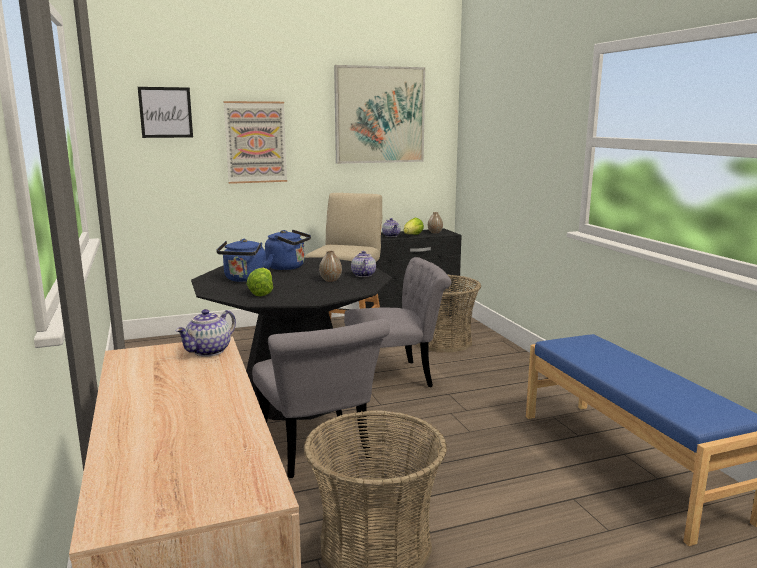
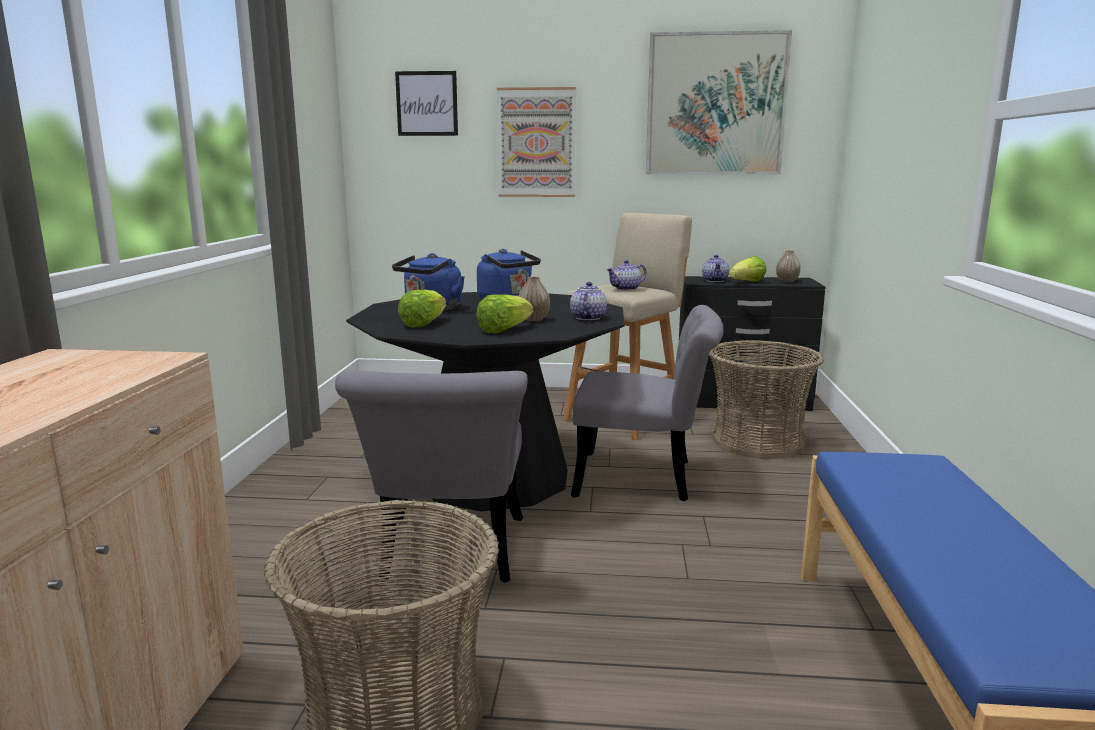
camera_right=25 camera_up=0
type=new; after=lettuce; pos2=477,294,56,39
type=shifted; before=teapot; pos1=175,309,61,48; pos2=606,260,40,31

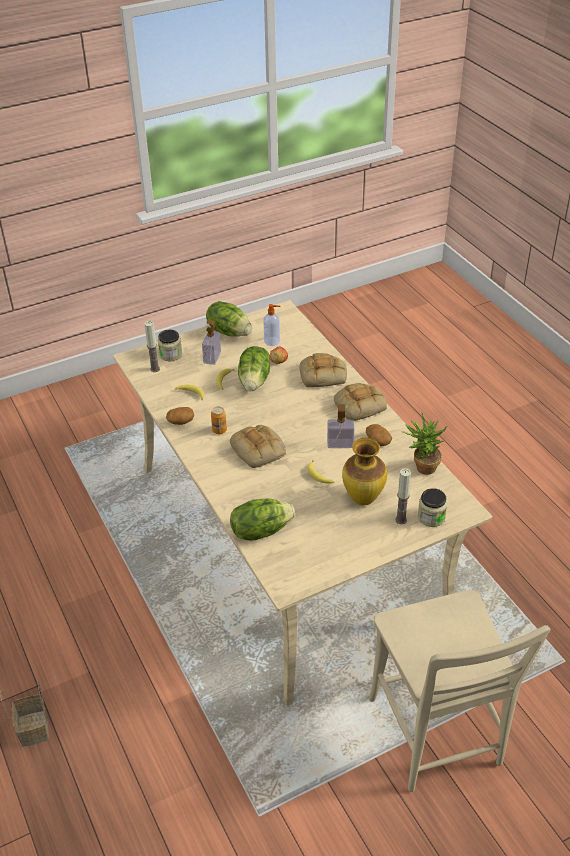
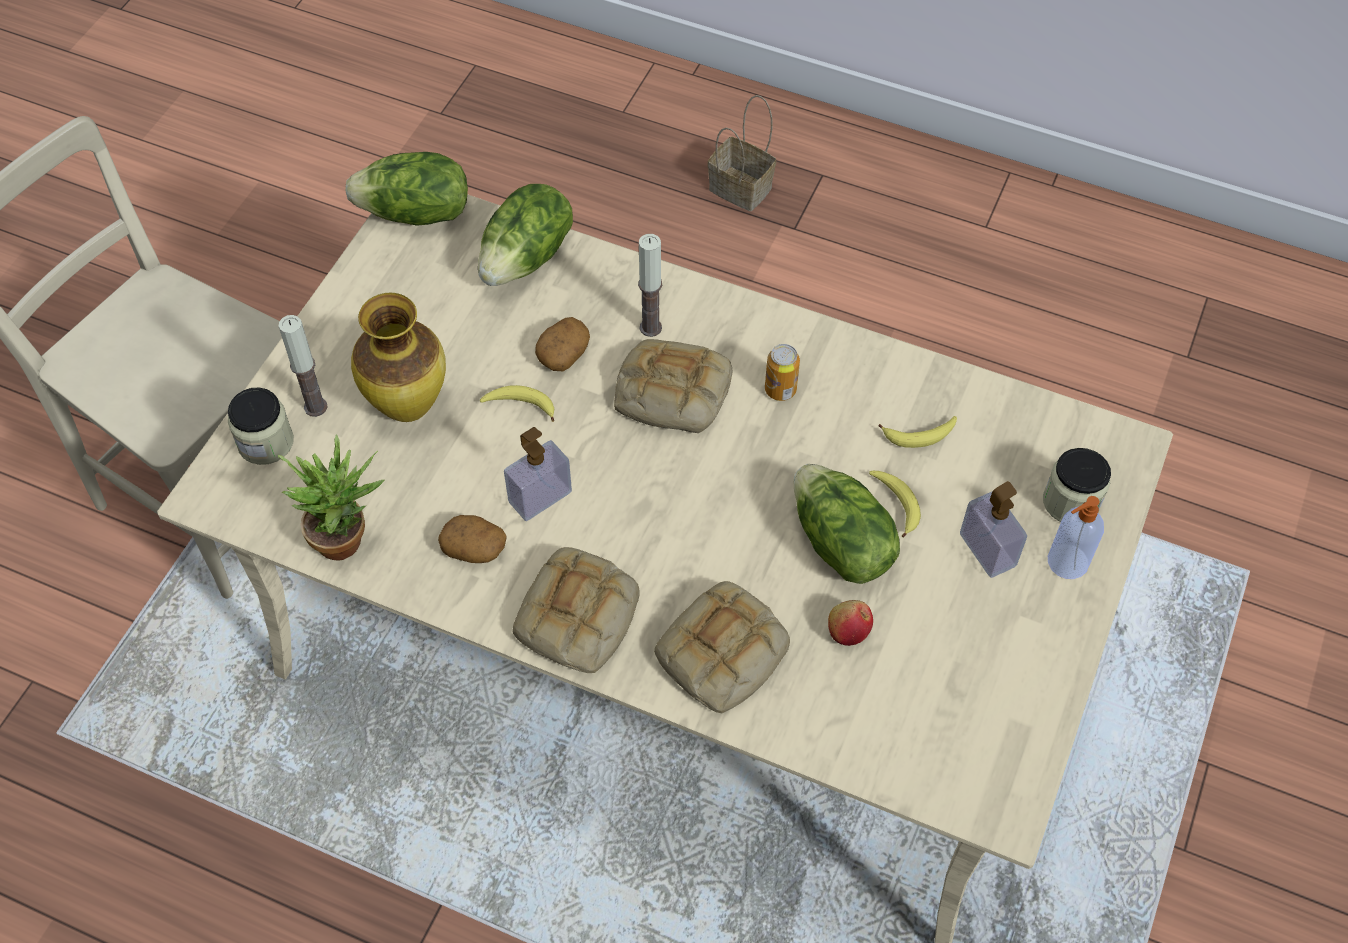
camera_right=140 camera_up=15
type=shifted; before=lettuce; pos1=206,301,46,35; pos2=345,152,123,74
type=shifted; before=potato; pos1=166,407,28,18; pos2=535,317,55,54
type=shifted; before=candle; pos1=144,321,16,51; pos2=638,234,24,103
type=shifted; before=soap dispenser; pos1=263,304,18,42; pos2=1048,496,56,83

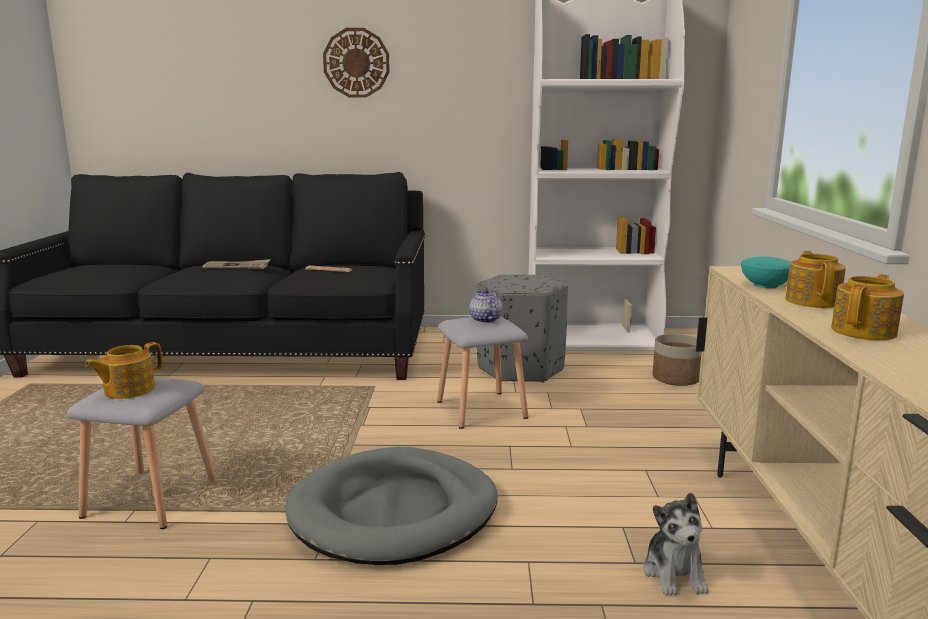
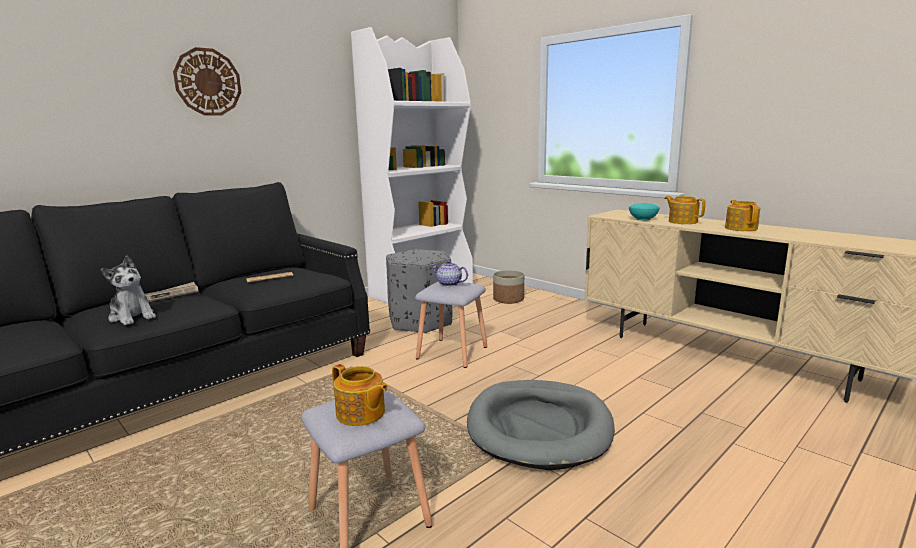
camera_right=-45 camera_up=0
type=shifted; before=plush toy; pos1=643,492,65,104; pos2=101,256,55,69
type=rotated; before=teapot; pos1=85,342,78,57; pos2=332,364,56,62; turn=-45

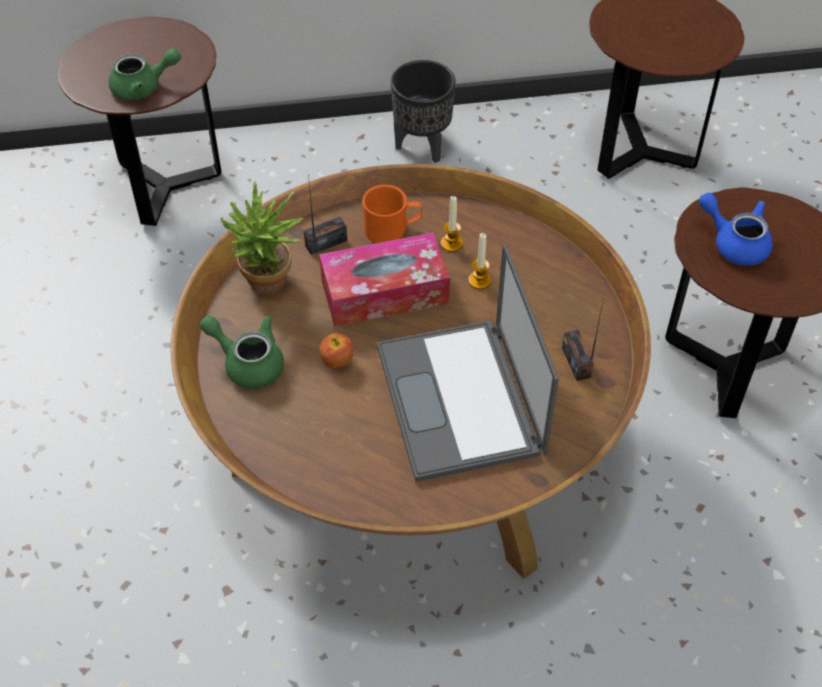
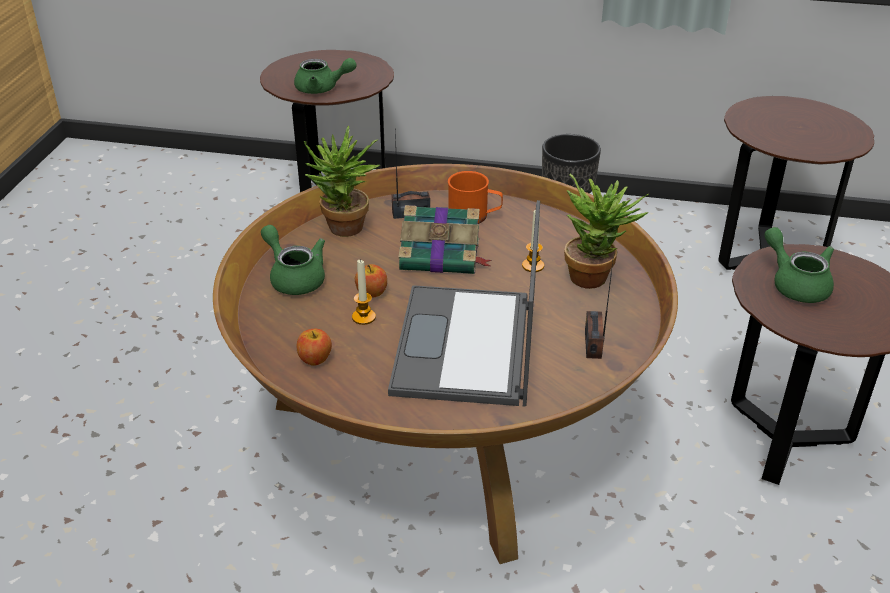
camera_right=20 camera_up=-15
type=new; after=apple; pos2=296,329,36,37
type=shifted; before=candle; pos1=441,196,22,56; pos2=352,259,24,66
type=swapped; before=tissue box; after=book; pos1=319,233,131,94; pos2=399,205,92,69
type=new; after=potted plant; pos2=564,174,85,115
type=repainted; before=teapot (blue); after=teapot (green); pos1=699,193,74,73; pos2=764,227,70,76

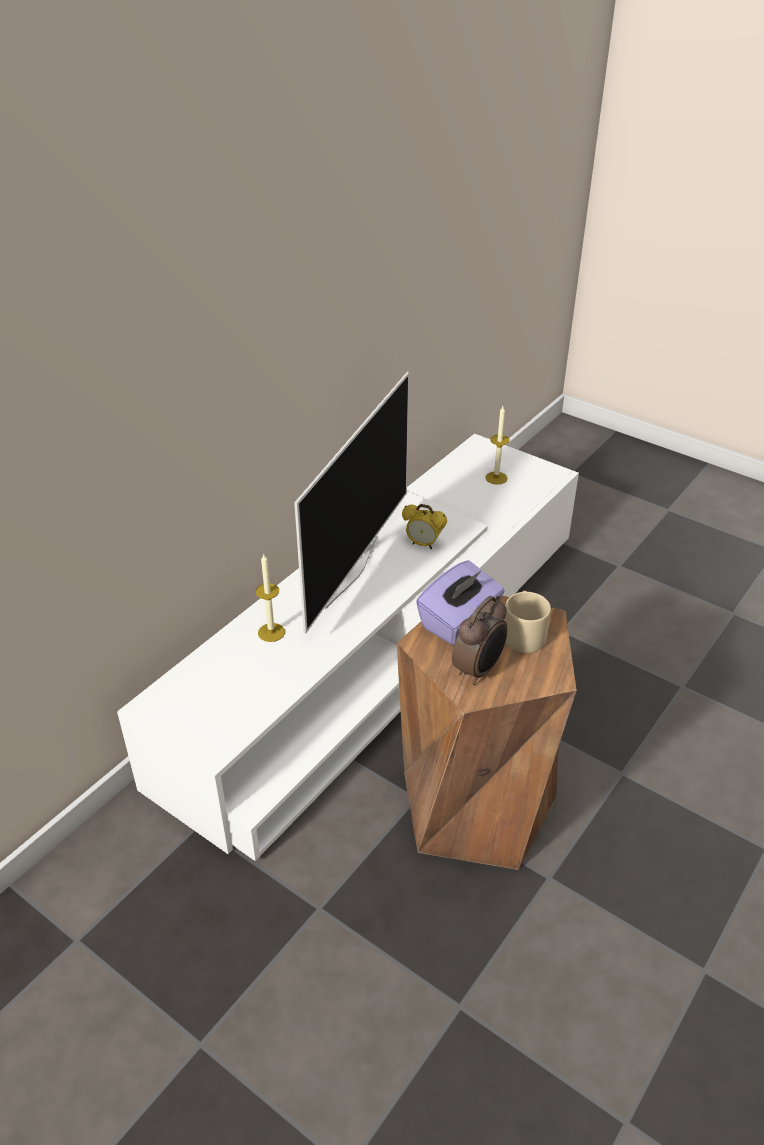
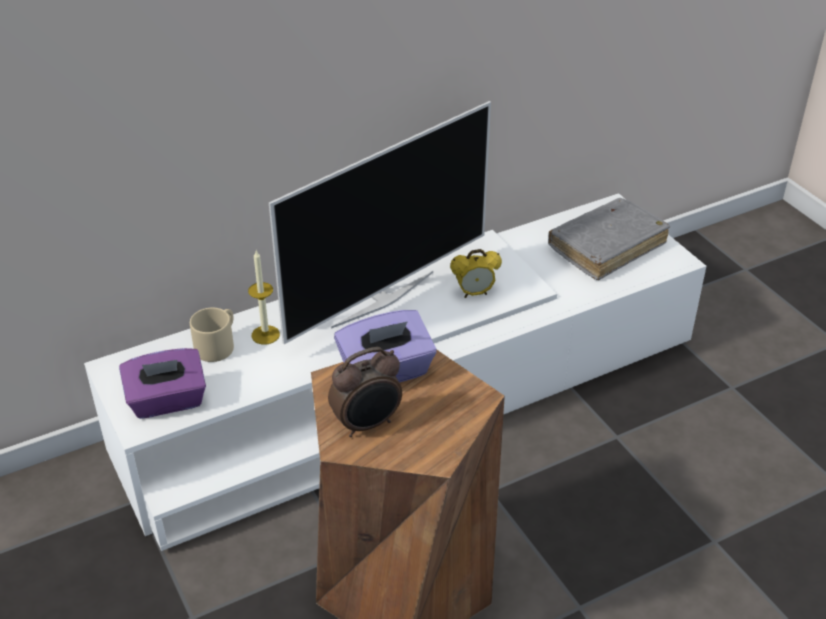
camera_right=25 camera_up=0
type=new; after=tissue box (purple); pos2=119,348,87,71
type=shifted; before=mug (beige); pos1=504,591,47,62; pos2=190,308,44,54
type=rotated; before=alarm clock; pos1=402,504,45,45; pos2=450,249,52,49; turn=-60
type=swapped; before=candle; after=book (grey); pos1=485,406,25,79; pos2=548,198,122,82

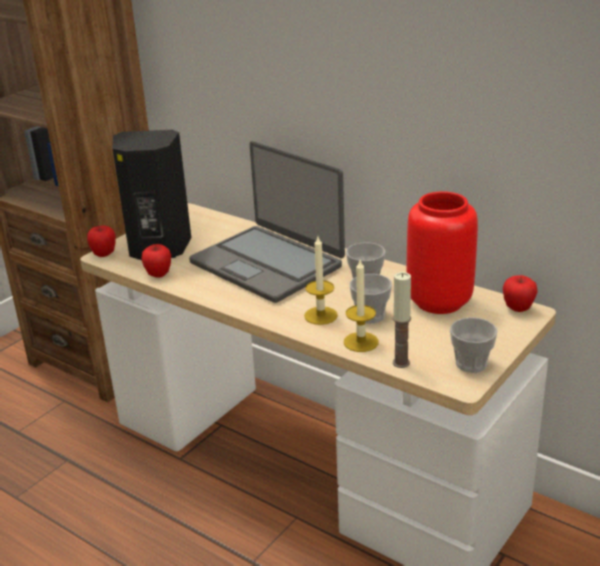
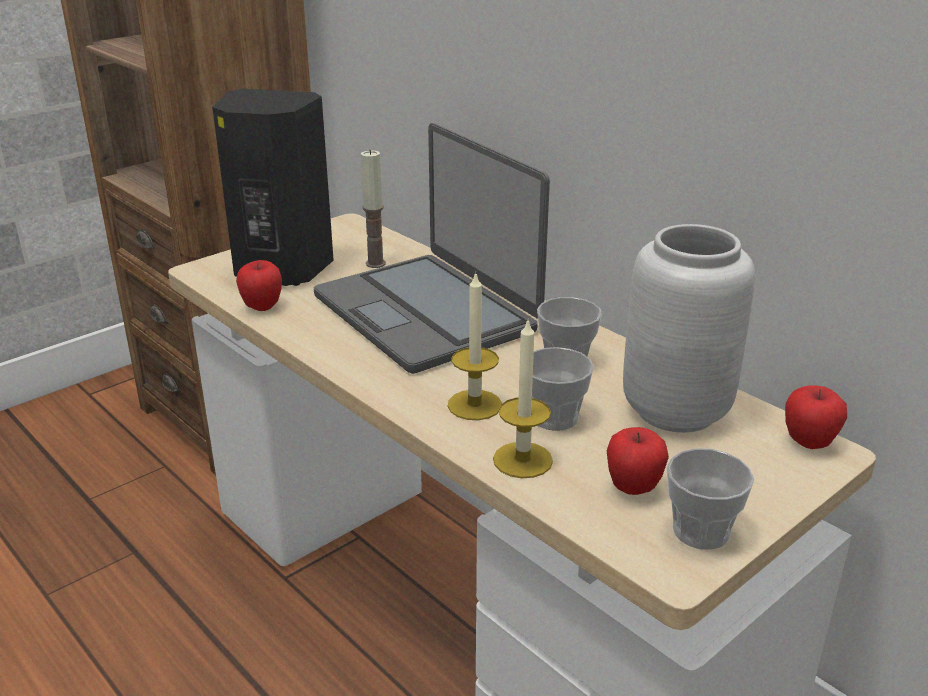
camera_right=10 camera_up=0
type=shifted; before=candle; pos1=393,272,18,96; pos2=361,149,25,119
type=shifted; before=apple; pos1=87,226,29,31; pos2=607,427,62,68
type=repainted; before=vase (red); after=vase (grey); pos1=407,191,71,123; pos2=623,224,132,209

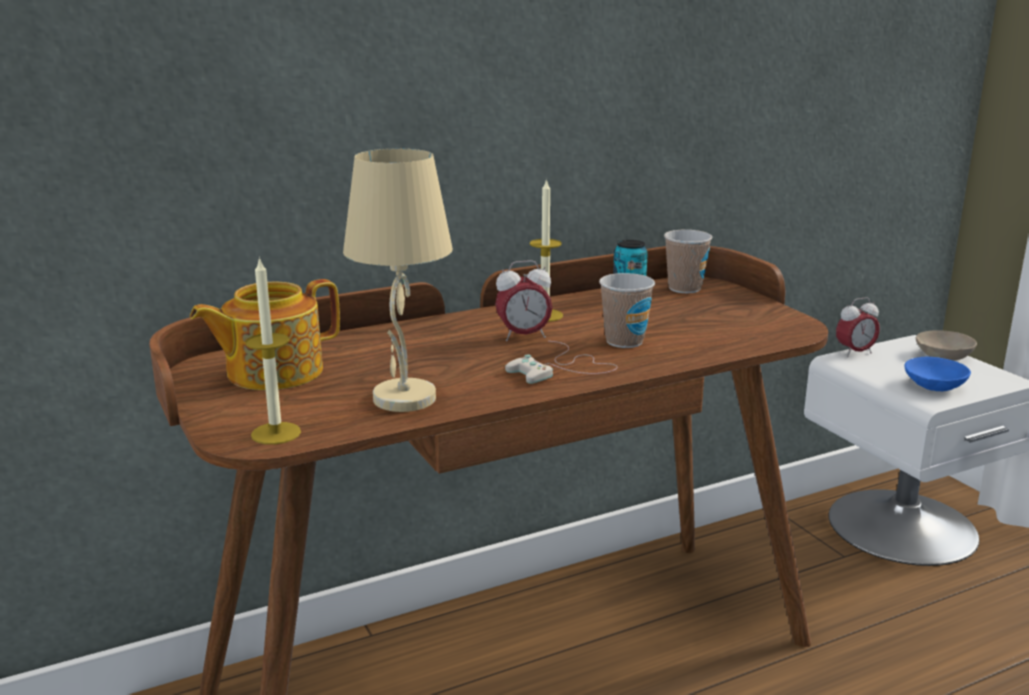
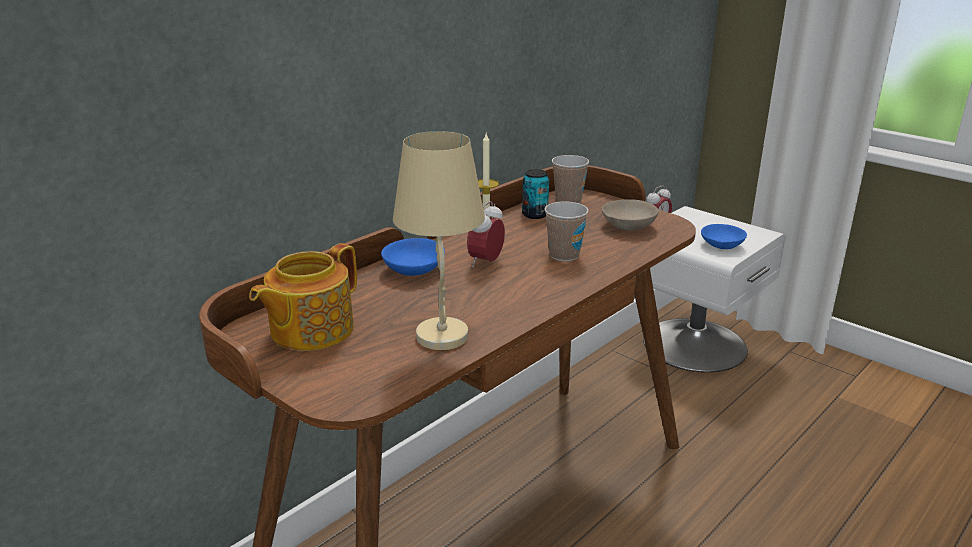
camera_right=-20 camera_up=5
type=new; after=bowl (blue); pos2=381,238,64,38
type=rotated; before=alarm clock; pos1=495,260,57,81; pos2=467,201,38,67; turn=150
type=shifted; before=bowl (beige); pos1=916,330,61,31; pos2=602,199,57,31
type=gone; before=candle; pos1=245,257,56,188
type=gone; before=game controller (white); pos1=505,341,113,43

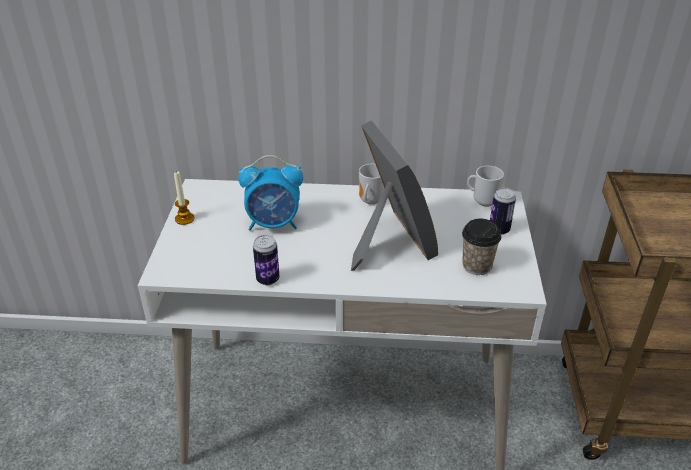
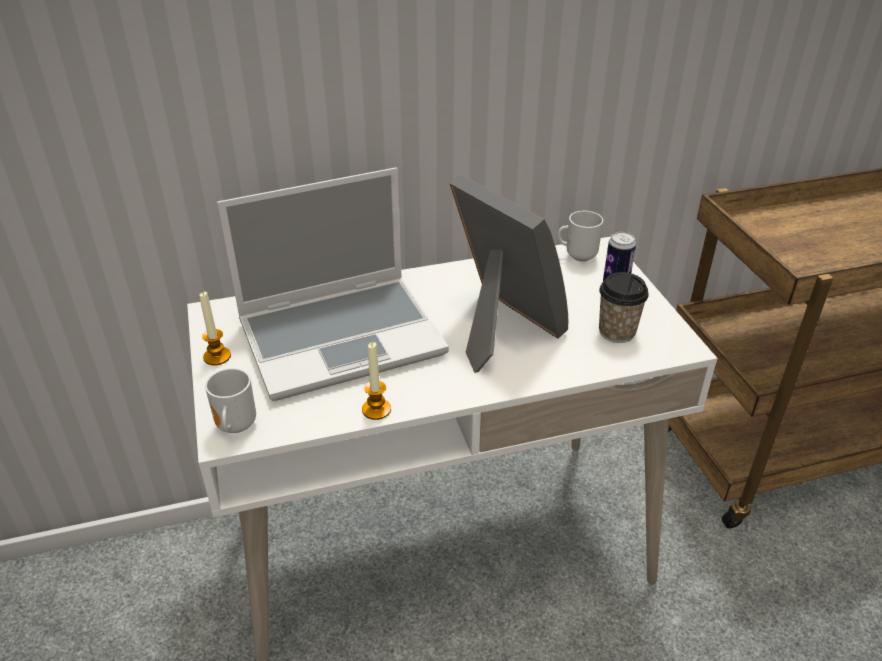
camera_right=-20 camera_up=0
type=shifted; before=mug; pos1=359,164,26,41; pos2=205,368,51,65
type=swapped; before=alarm clock; after=laptop; pos1=238,155,65,76; pos2=217,167,232,234
type=swapped; before=can; after=candle; pos1=253,235,26,50; pos2=362,342,29,78

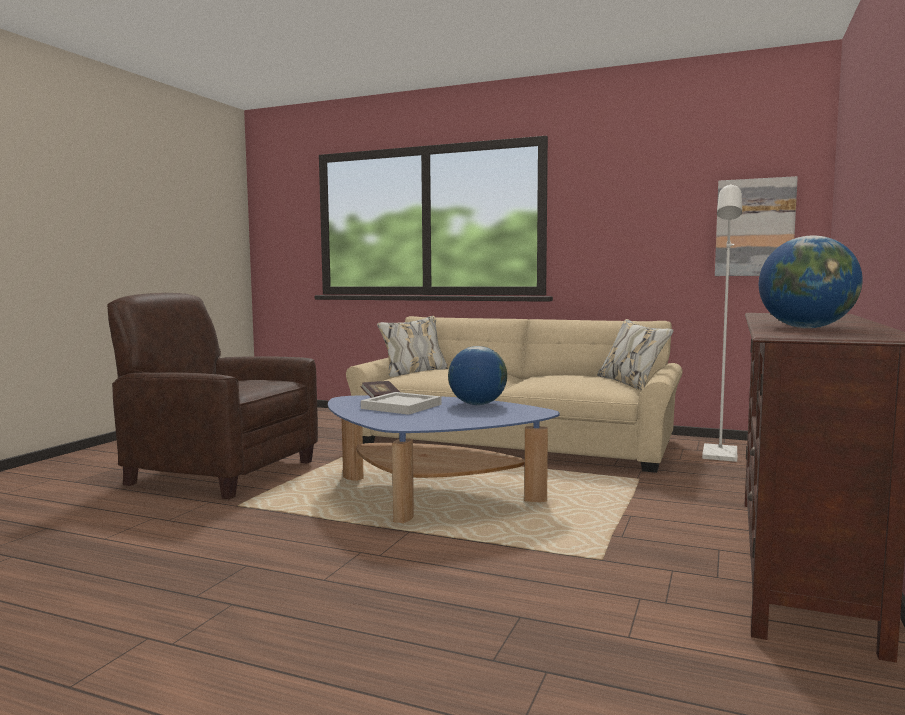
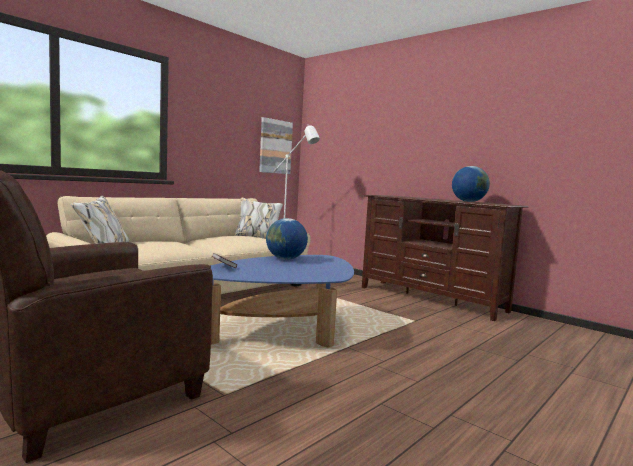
camera_right=-70 camera_up=0
type=gone; before=tray (white); pos1=361,392,80,23

